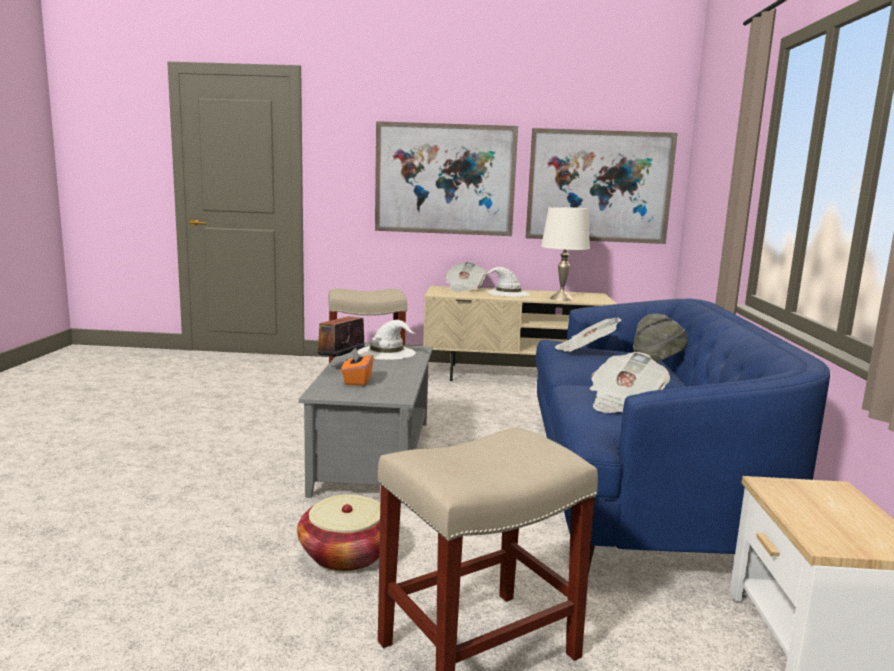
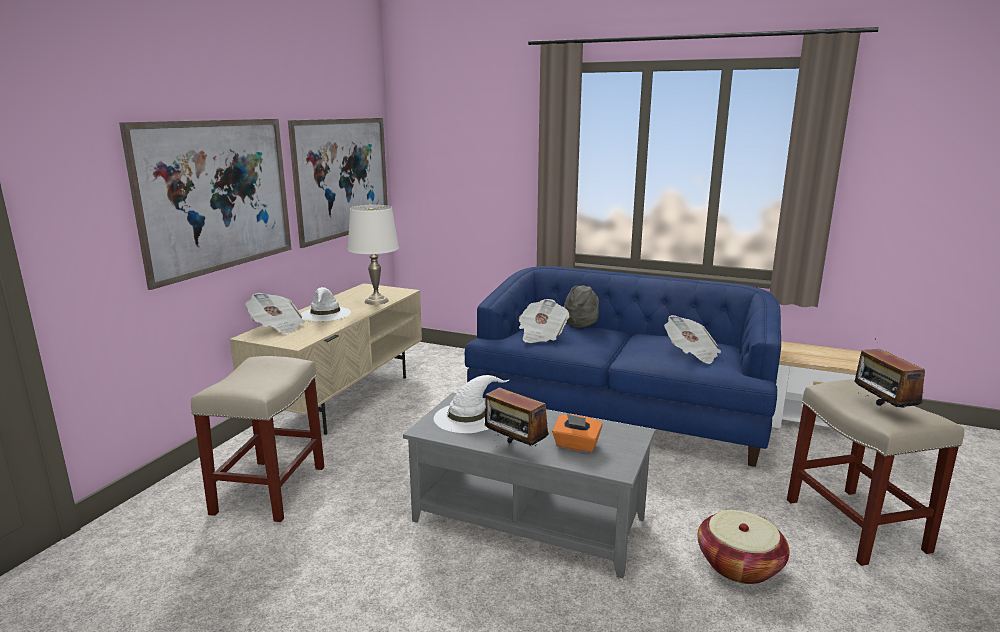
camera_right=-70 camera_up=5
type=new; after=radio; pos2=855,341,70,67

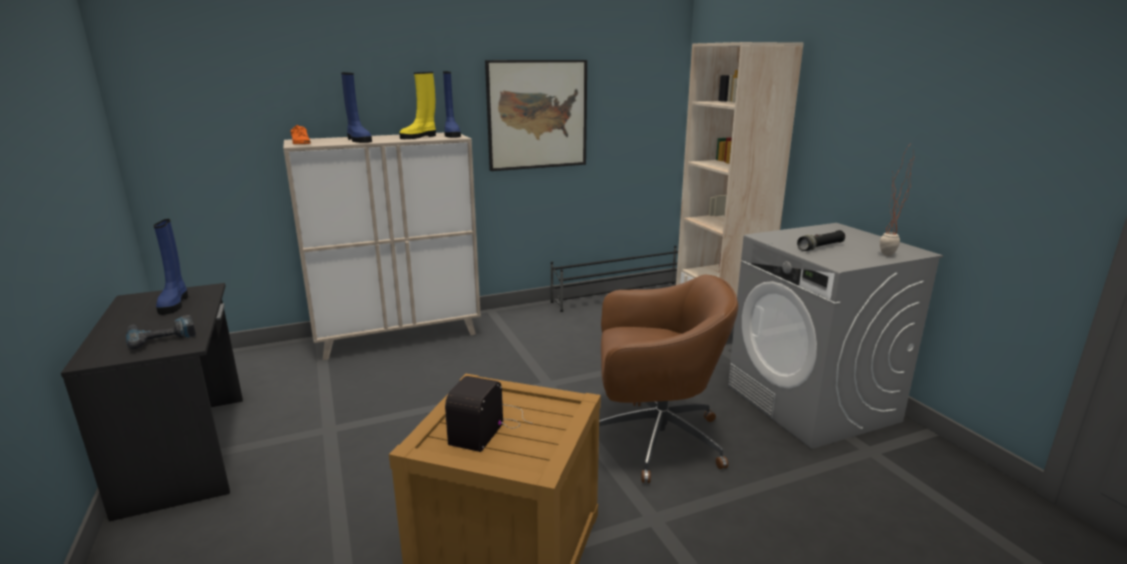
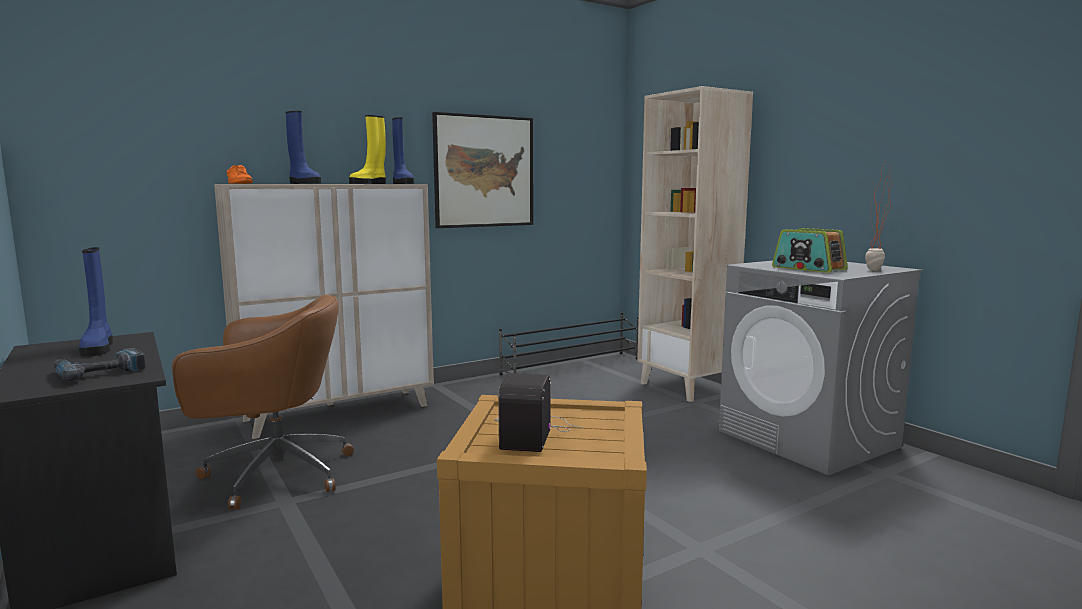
camera_right=-10 camera_up=-10
type=shifted; before=office chair (brown); pos1=599,275,139,208; pos2=172,295,182,215
type=swapped; before=flashlight (black); after=radio; pos1=797,230,48,21; pos2=772,228,76,45

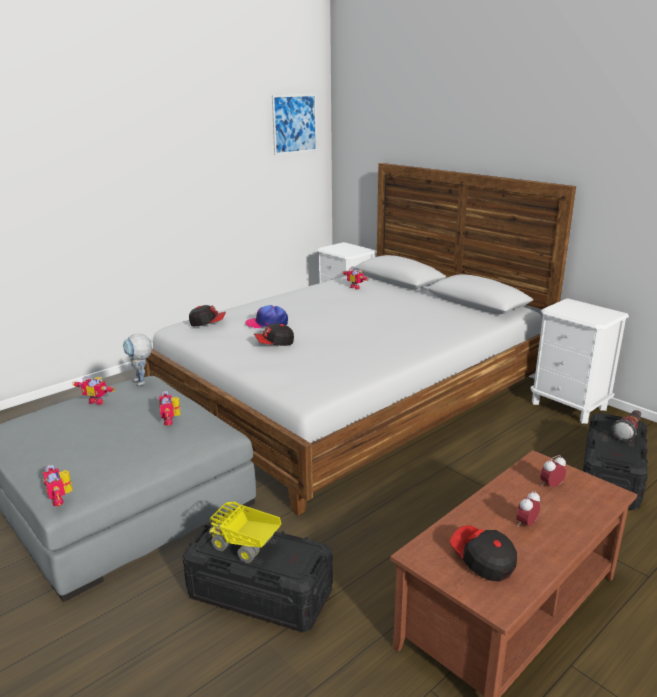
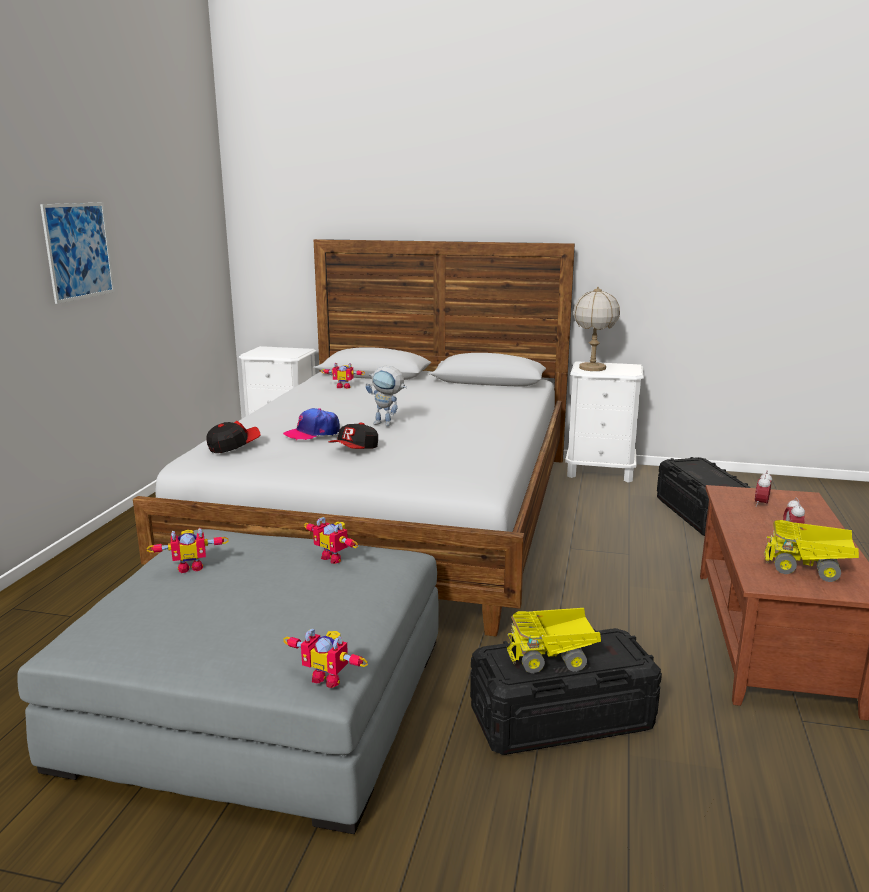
camera_right=-35 camera_up=-5
type=shifted; before=picture; pos1=272,94,45,61; pos2=40,202,75,102
type=shifted; before=toy robot; pos1=123,334,29,52; pos2=365,366,42,60
type=new; after=table lamp; pos2=573,286,47,85
type=swapped; before=cap; after=toy truck; pos1=450,525,67,57; pos2=764,520,95,62
type=gone; before=flashlight; pos1=612,410,30,32

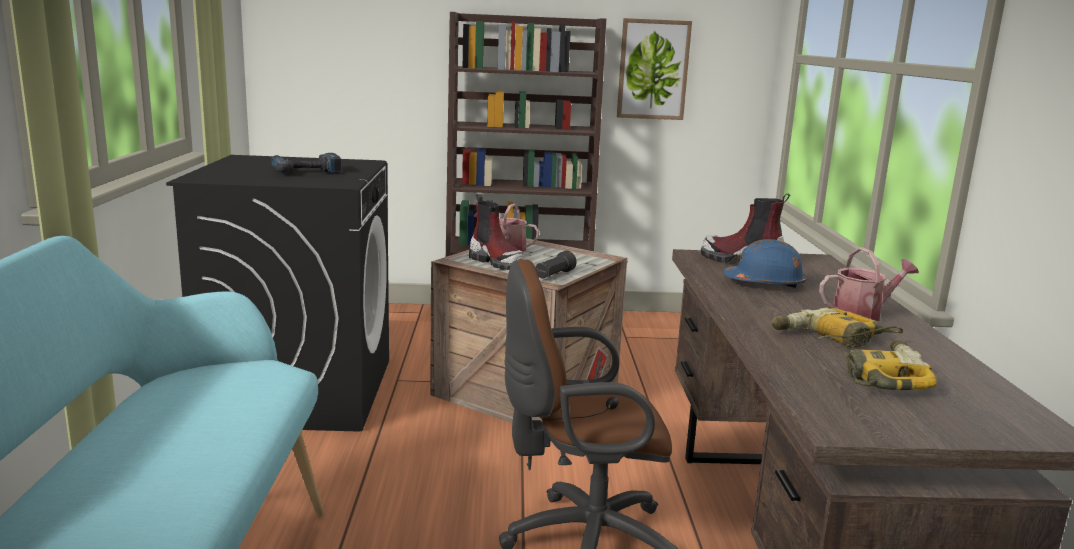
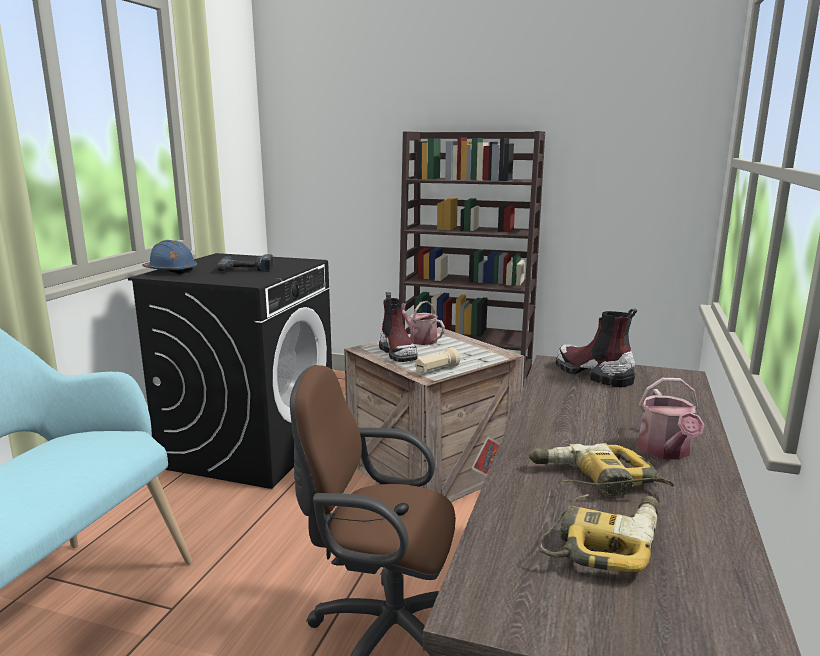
camera_right=20 camera_up=0
type=shifted; before=hard hat (blue); pos1=723,239,84,49; pos2=143,240,54,34
type=repainted; before=flashlight (black); after=flashlight (beige); pos1=535,251,42,28; pos2=415,347,45,26
type=rotated; before=watering can; pos1=819,247,100,74; pos2=637,378,68,82; turn=90
type=gone; before=picture; pos1=617,18,75,102

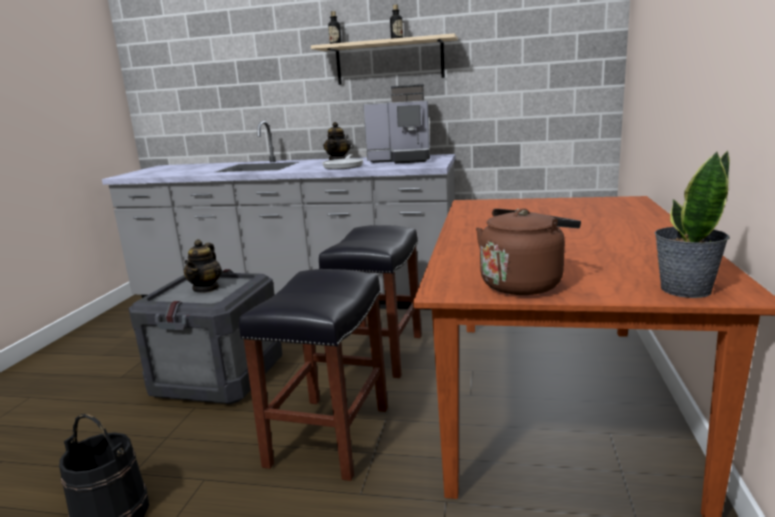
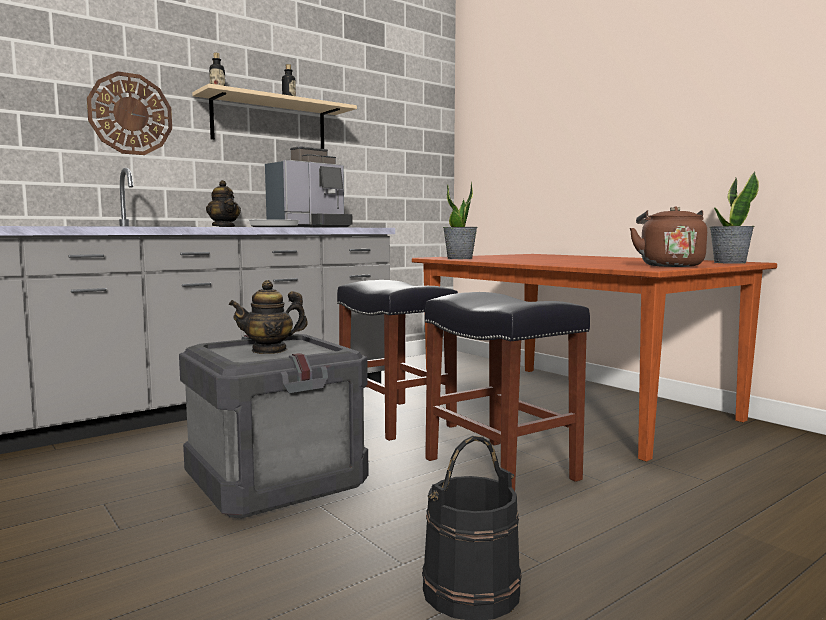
camera_right=-50 camera_up=-10
type=new; after=wall clock; pos2=87,71,85,84
type=rotated; before=teapot; pos1=184,239,38,54; pos2=229,280,79,74; turn=105
type=new; after=potted plant; pos2=443,182,34,77

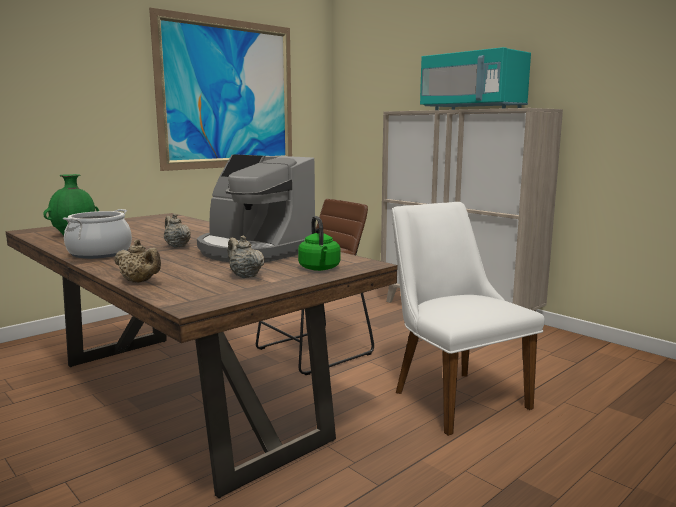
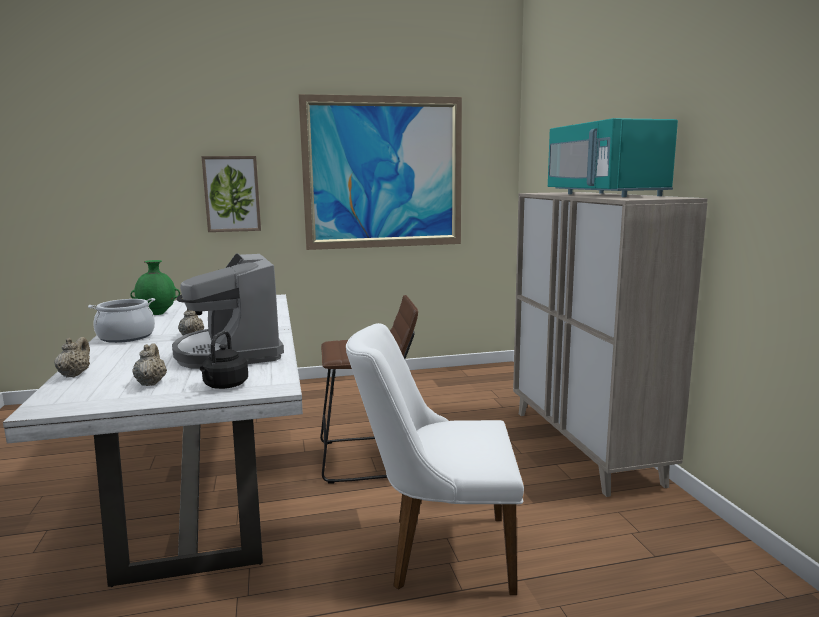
camera_right=30 camera_up=0
type=repainted; before=dining table (brown); after=dining table (white); pos1=5,213,393,285; pos2=3,294,300,293
type=rotated; before=teapot (beige); pos1=114,240,47,43; pos2=54,337,36,40; turn=-150
type=repainted; before=kettle (green); after=kettle (black); pos1=298,216,43,55; pos2=200,331,48,58
type=new; after=picture; pos2=201,156,60,76
type=rotated; before=chair (white); pos1=392,202,153,234; pos2=346,323,178,272; turn=-90

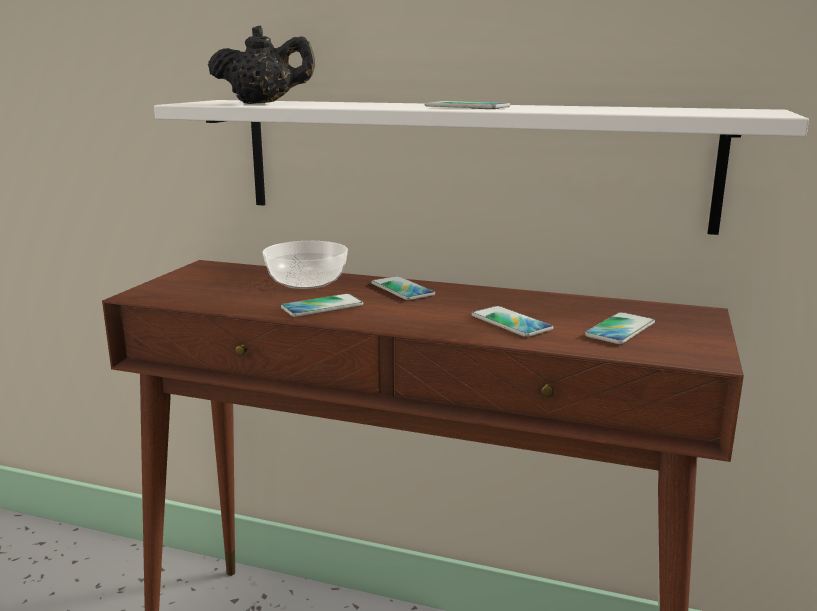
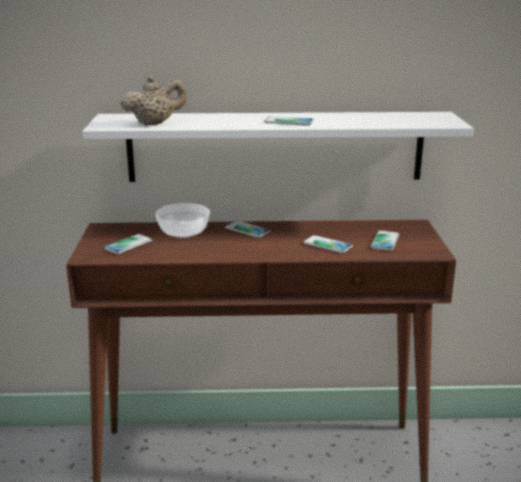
camera_right=-20 camera_up=5
type=shifted; before=phone; pos1=281,294,82,23; pos2=104,234,48,20
type=repainted; before=teapot (black); after=teapot (beige); pos1=208,25,107,79; pos2=120,75,67,50

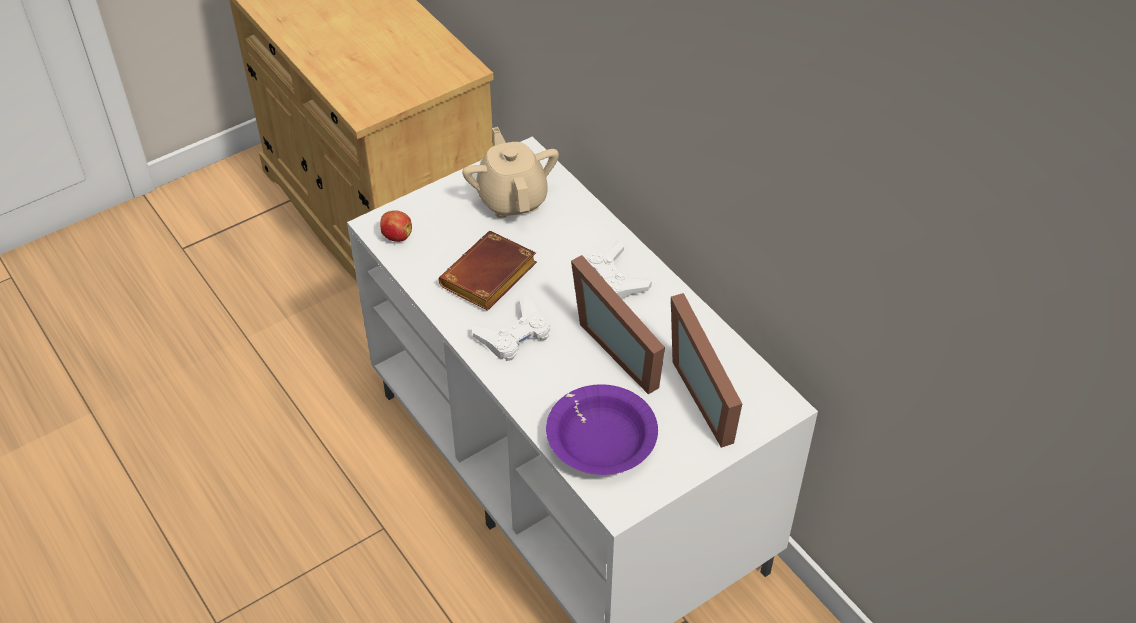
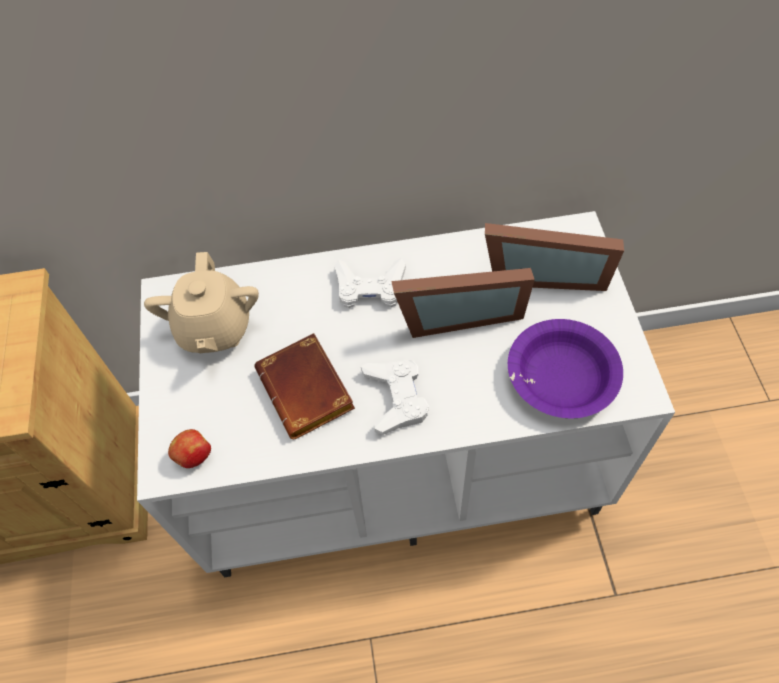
camera_right=-60 camera_up=10
type=rotated; before=teapot (beige); pos1=462,127,97,91; pos2=144,252,115,102; turn=-105

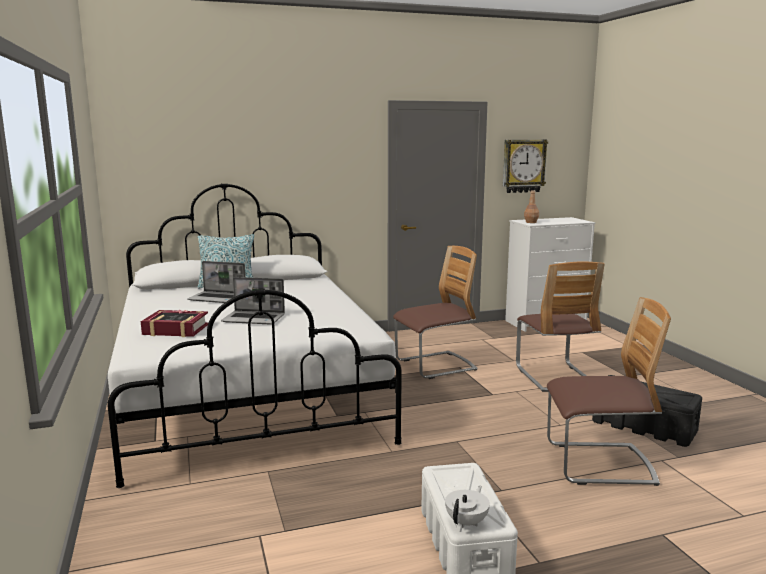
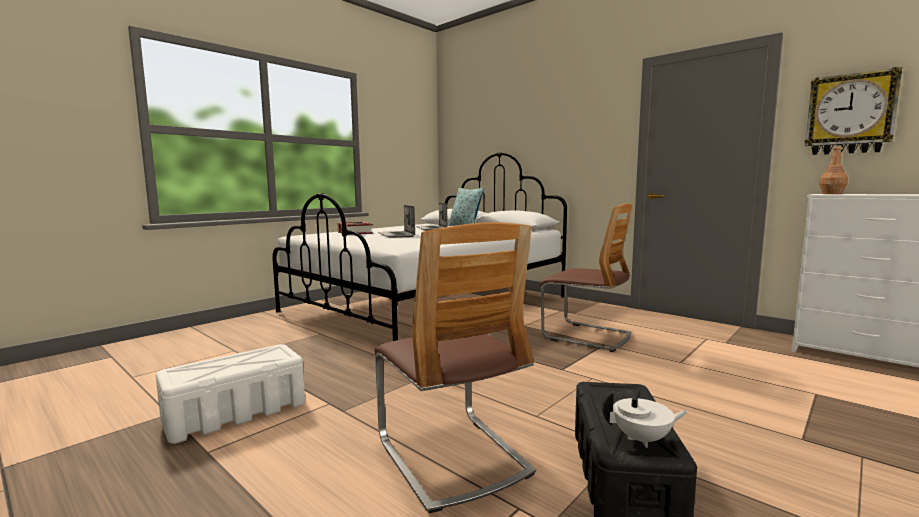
camera_right=60 camera_up=-5
type=shifted; before=teapot (white); pos1=445,486,45,42; pos2=602,391,87,57
type=gone; before=chair; pos1=516,261,89,131

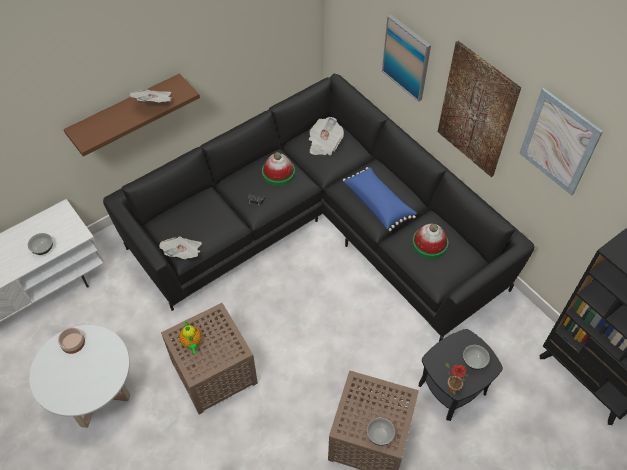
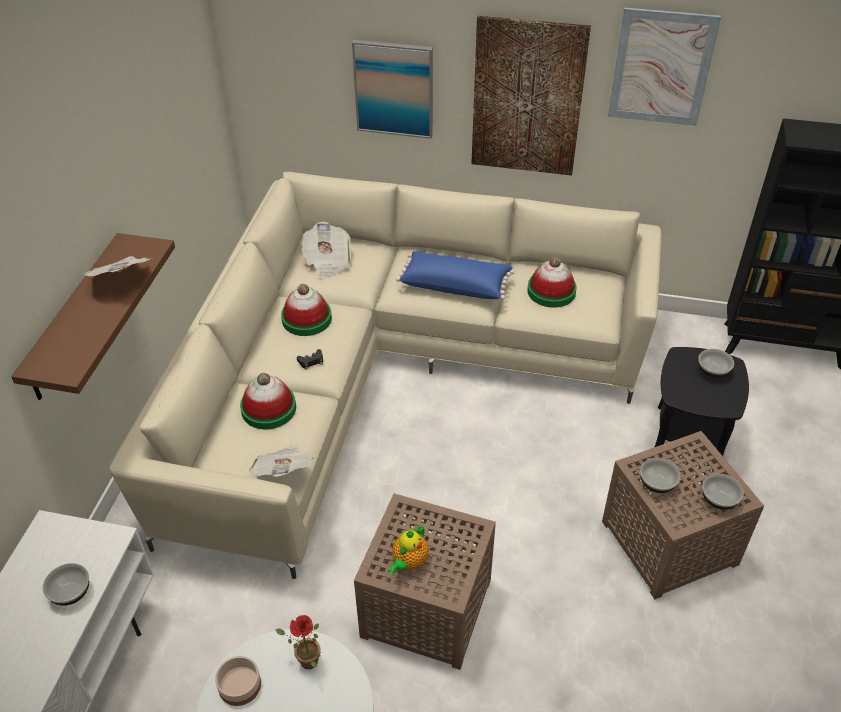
camera_right=-40 camera_up=-10
type=repainted; before=sofa (black); after=sofa (beige); pos1=103,73,432,268; pos2=110,172,552,407
type=new; after=hat; pos2=240,373,56,56
type=shifted; before=potted plant; pos1=446,363,23,32; pos2=275,615,46,54
type=rotated; before=teapot; pos1=179,321,23,33; pos2=388,526,41,49; turn=90
type=new; after=bowl; pos2=640,458,41,35

